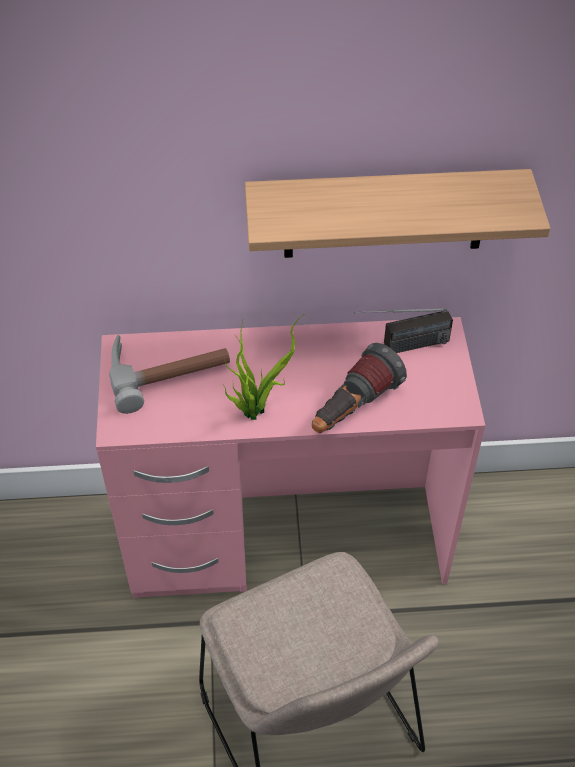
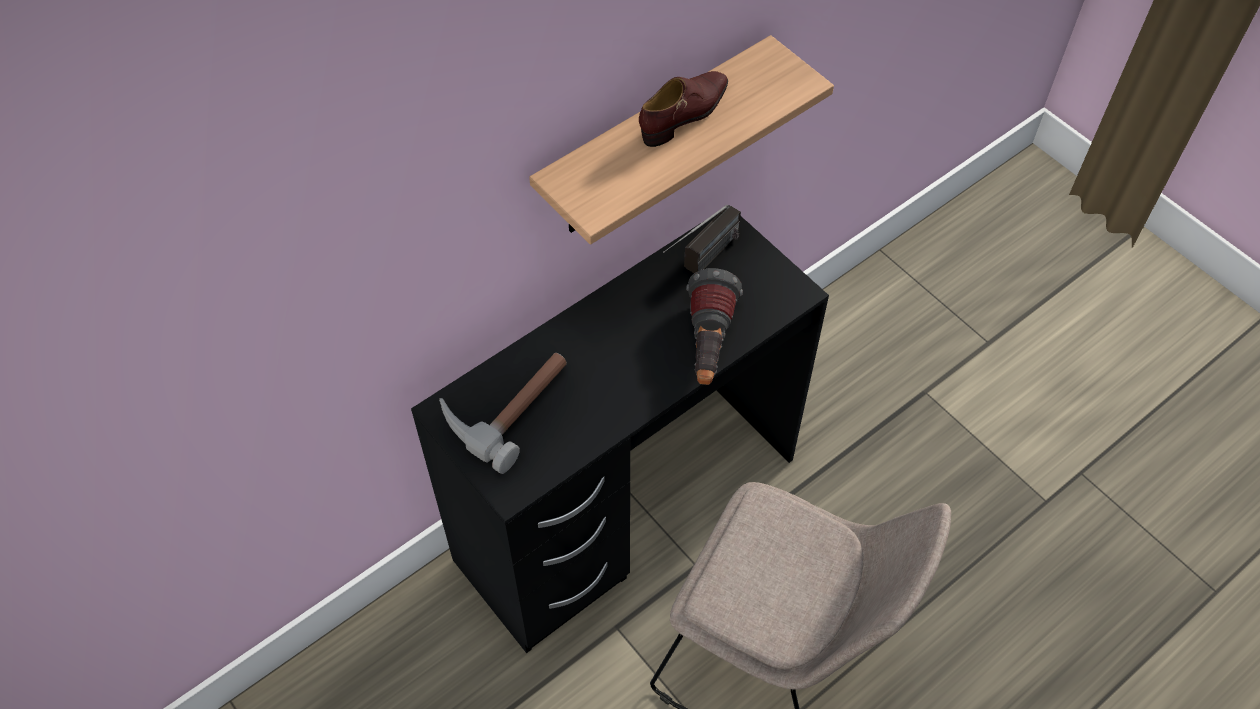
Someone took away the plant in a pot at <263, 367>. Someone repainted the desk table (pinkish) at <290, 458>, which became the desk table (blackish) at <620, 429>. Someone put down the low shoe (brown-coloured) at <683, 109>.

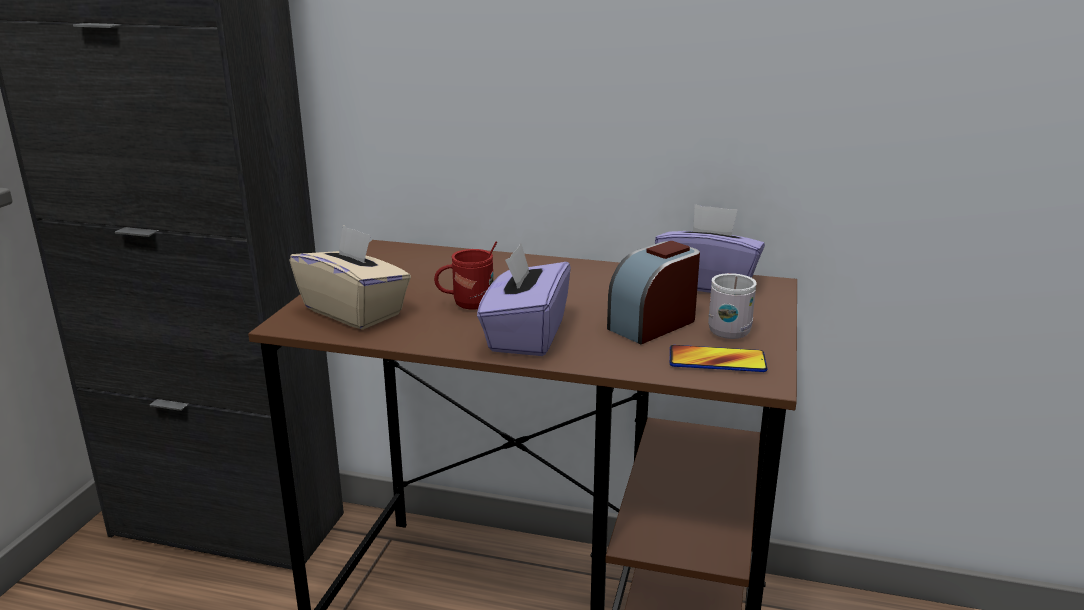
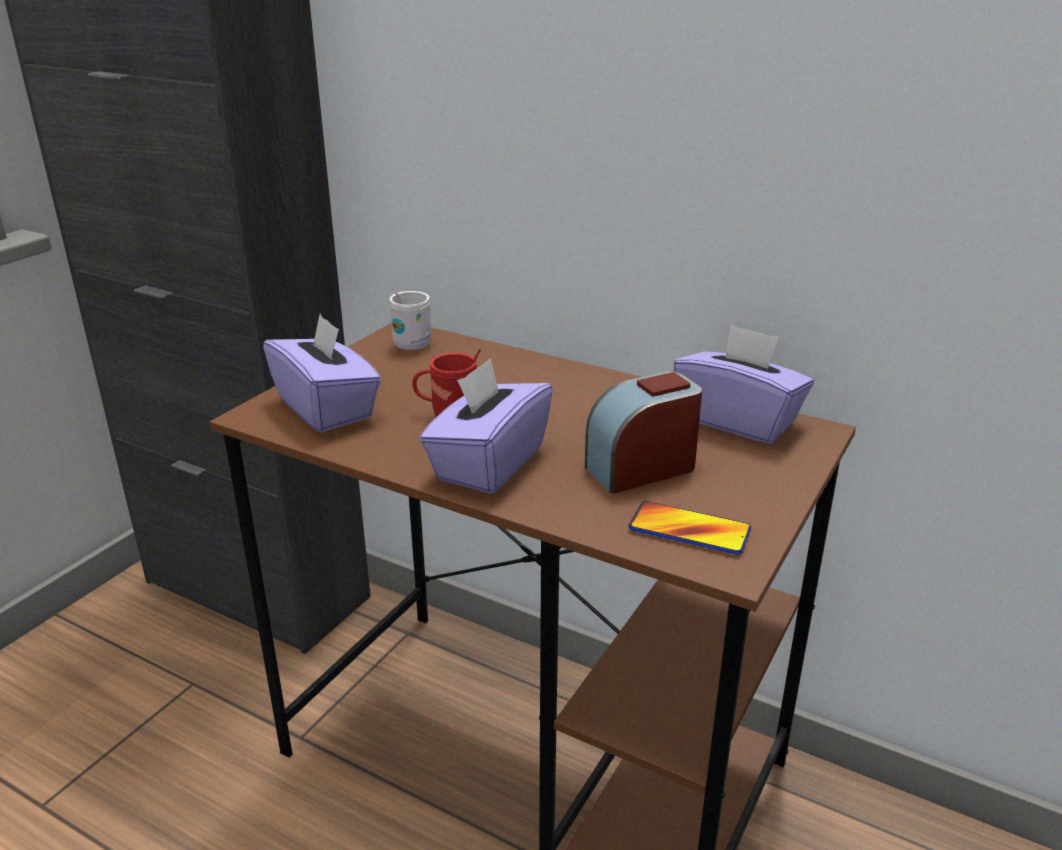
Someone repainted the box of tissues (beige-coloured) at <350, 277>, which became the box of tissues (purple) at <322, 373>. Someone carried the coffee mug (whitish) from <732, 306> to <410, 320>.

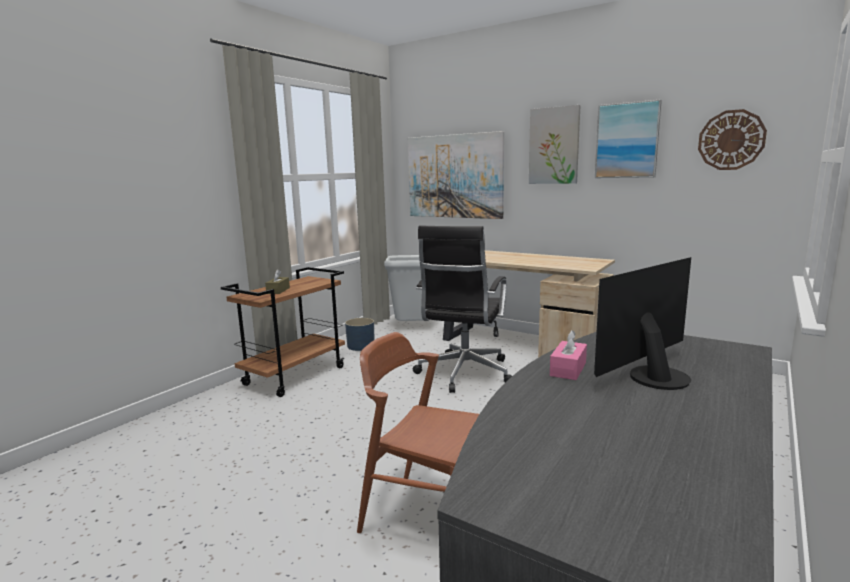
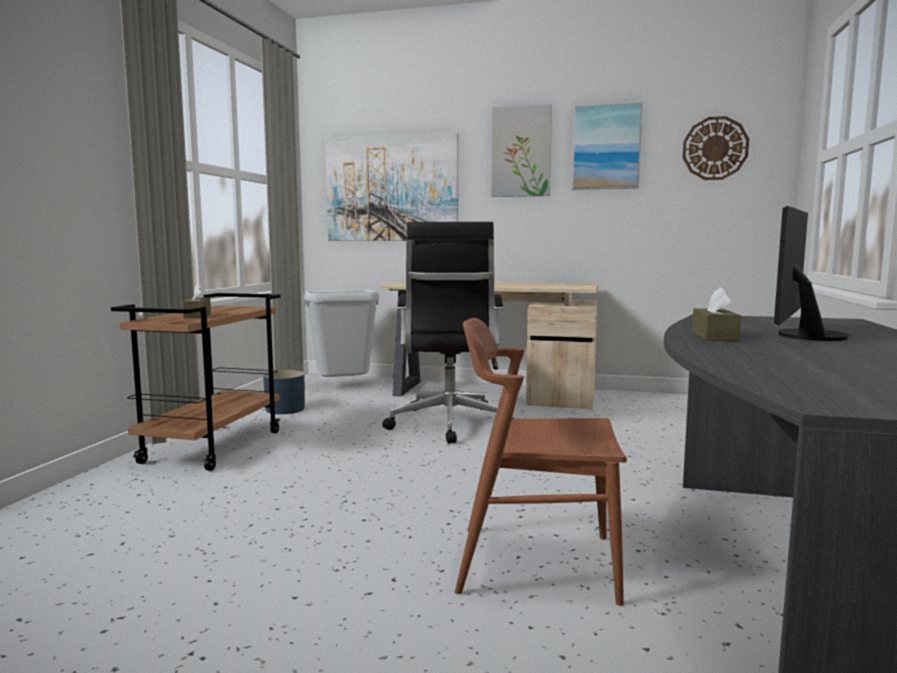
Someone repainted the box of tissues (pinkish) at <568, 355>, which became the box of tissues (brown-coloured) at <716, 314>.

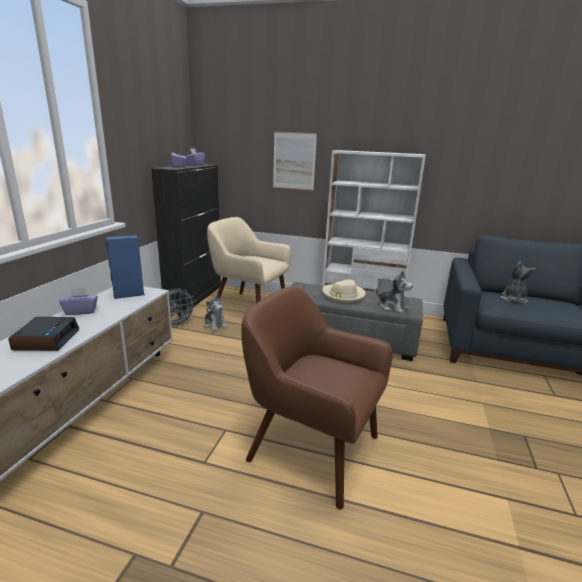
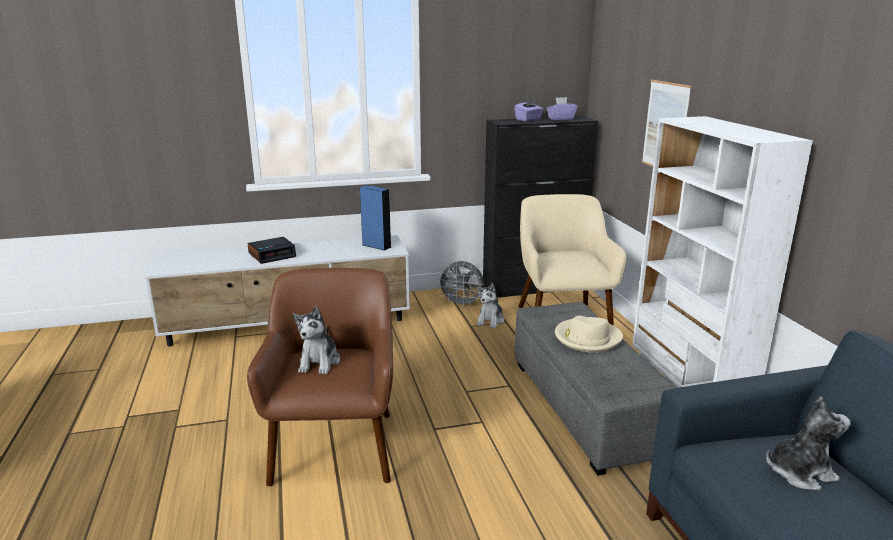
Someone carried the soft toy from <394, 292> to <316, 340>. Someone took away the box of tissues (purple) at <78, 301>.

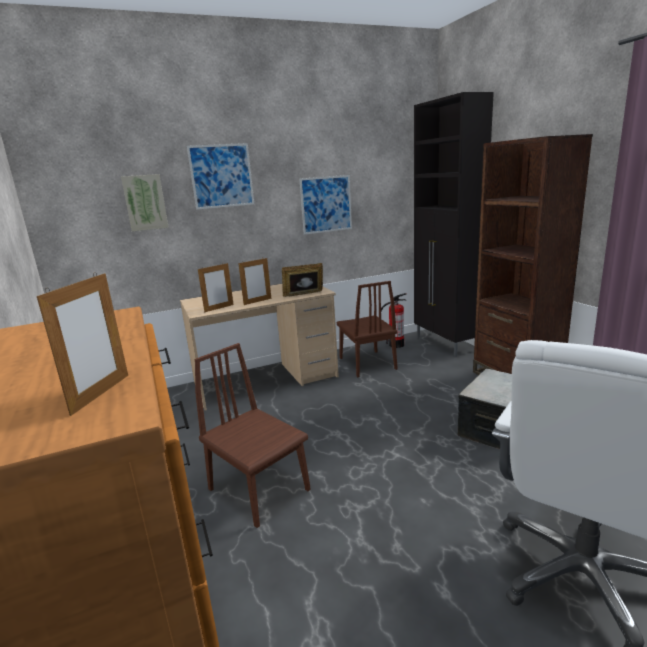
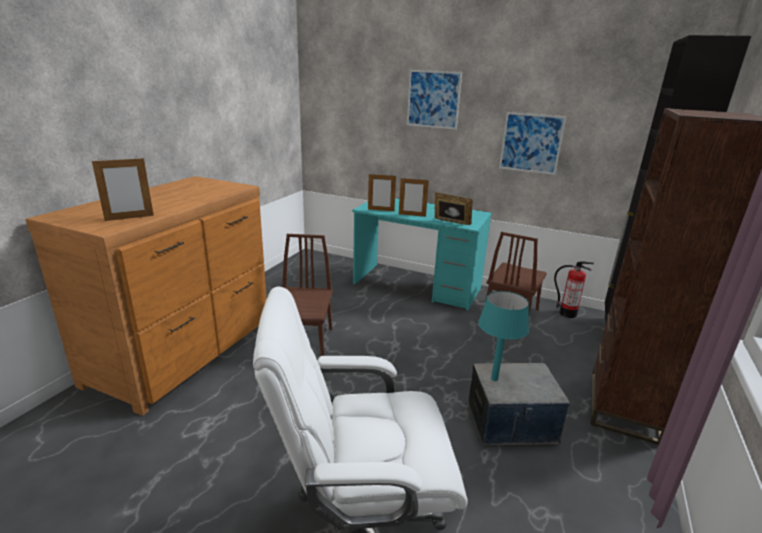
Someone took away the picture at <145, 203>. Someone repainted the desk table (beige-coloured) at <259, 347>, which became the desk table (turquoise-coloured) at <422, 254>. Someone put down the table lamp (turquoise-coloured) at <503, 336>.

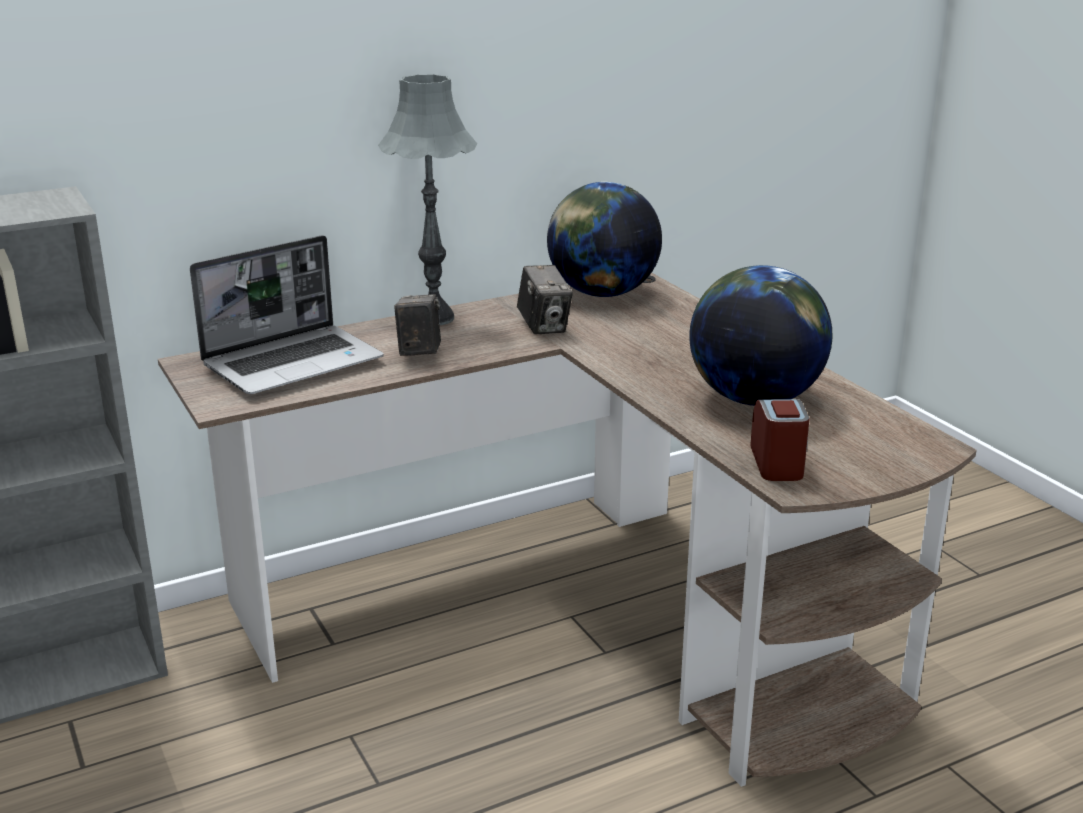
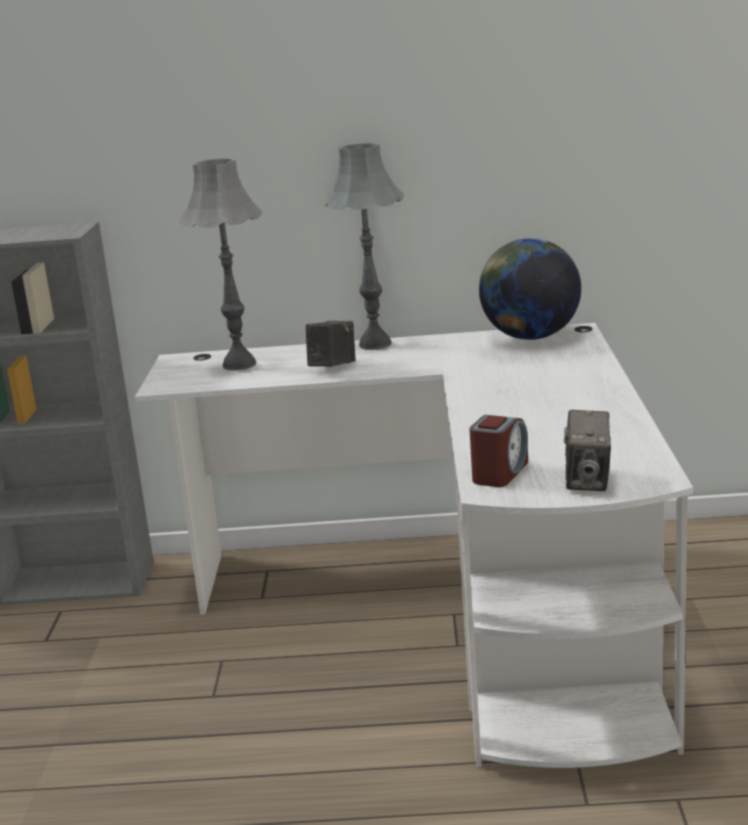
Someone swapped the notebook computer at <287, 314> for the table lamp (grey) at <221, 265>. Someone carried the still camera from <545, 299> to <587, 450>. Someone took away the desk globe at <761, 335>. Someone repainted the desk table (brown-coloured) at <567, 530>, which became the desk table (whitish) at <414, 545>.

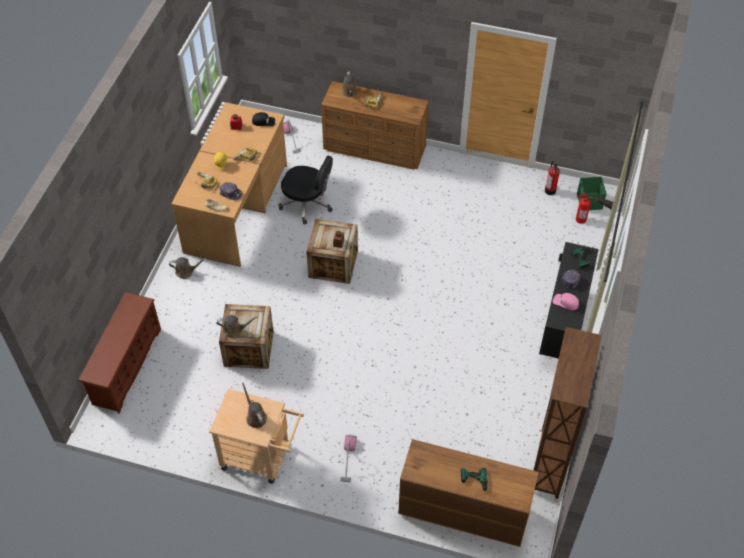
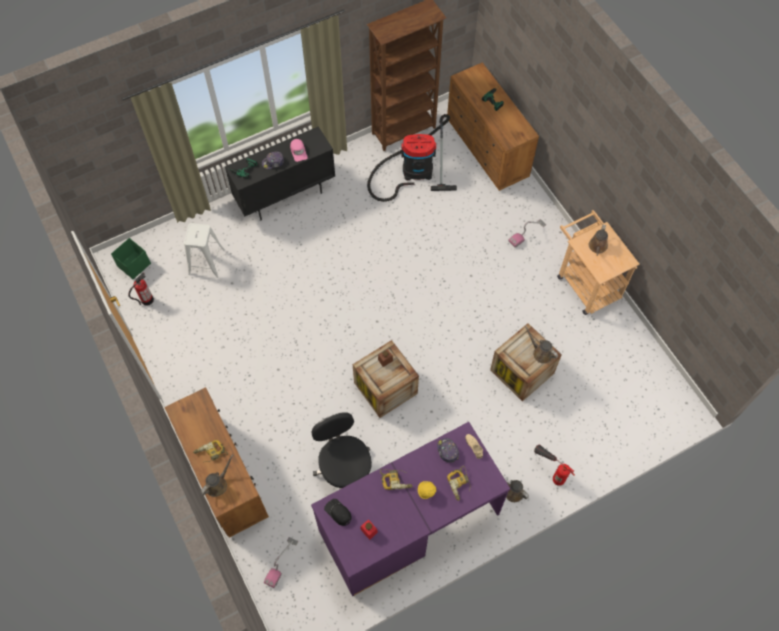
Someone repainted the desk table (brown-coloured) at <229, 184>, which became the desk table (purple) at <410, 509>. Someone carried the fire-fighting cylinder from <594, 208> to <554, 465>. Someone took away the shoe rack (brown-coloured) at <119, 353>. Someone put down the vacuum at <412, 158>. Someone put down the stool (whitish) at <204, 250>.

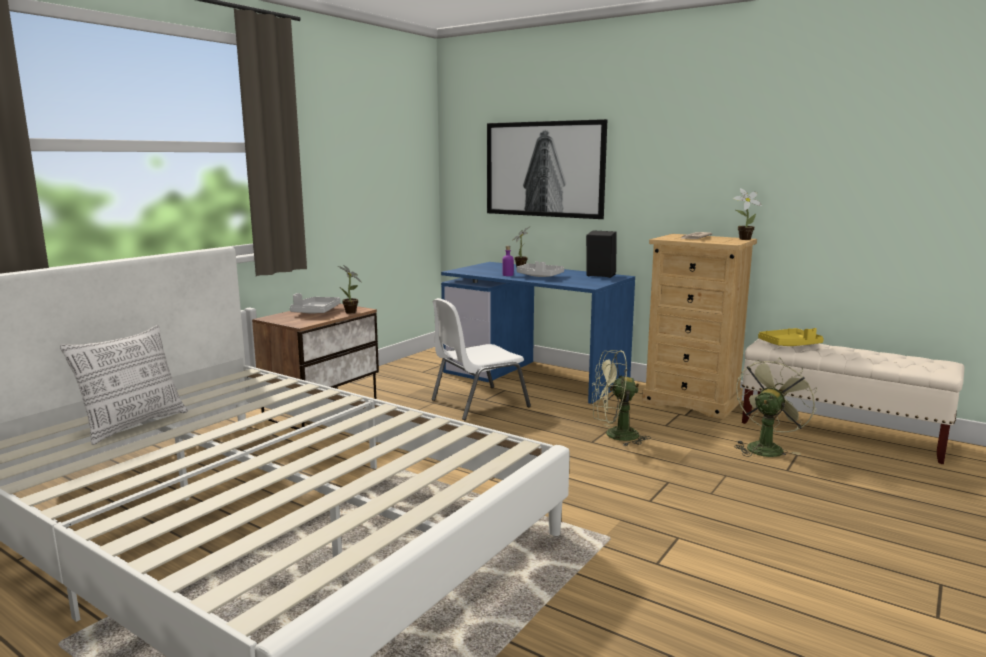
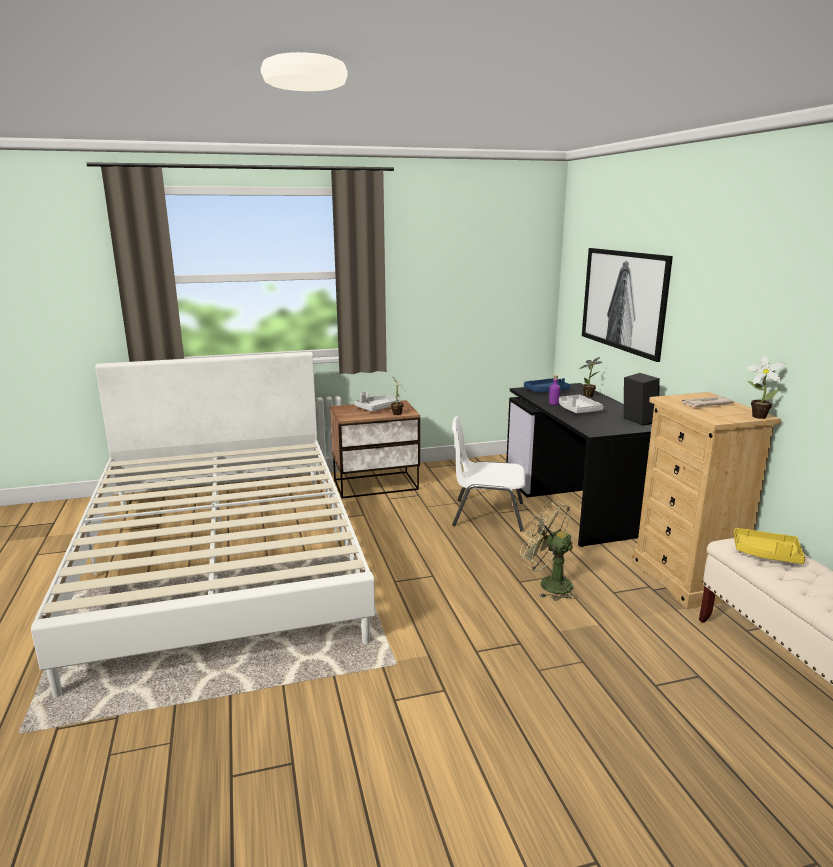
Someone repainted the desk table (blue-coloured) at <538, 333>, which became the desk table (blackish) at <579, 465>. Someone took away the cushion at <124, 385>. Someone took away the fan (green-coloured) at <775, 407>. Someone put down the tray (blue-coloured) at <547, 385>.

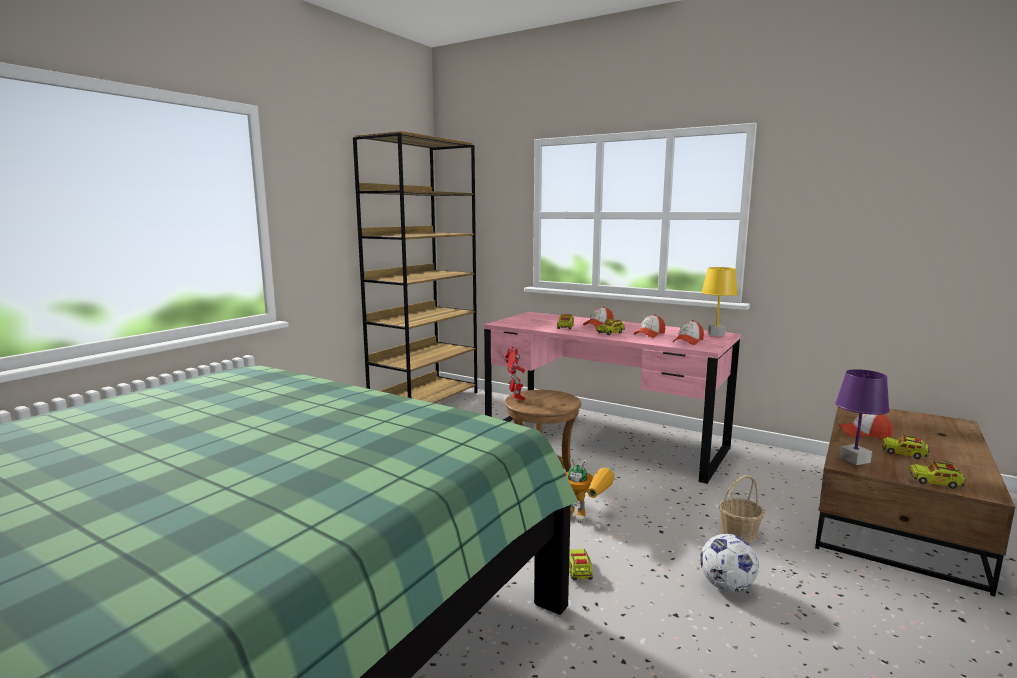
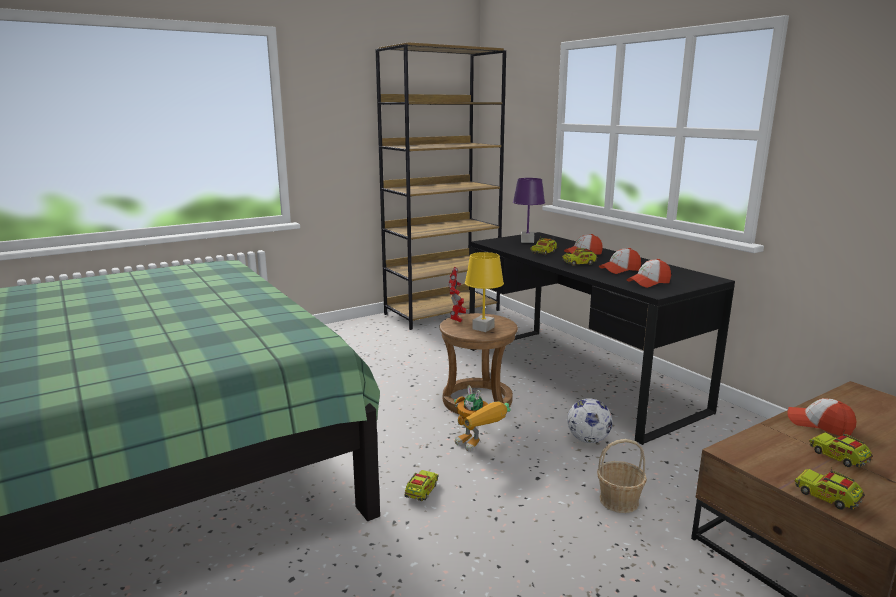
Someone carried the table lamp (yellow-coloured) from <720, 301> to <484, 292>. Someone repainted the desk table (pinkish) at <612, 398>, which became the desk table (blackish) at <602, 338>. Someone carried the table lamp (purple) from <862, 417> to <529, 210>. Someone carried the ball for football from <729, 563> to <589, 421>.

